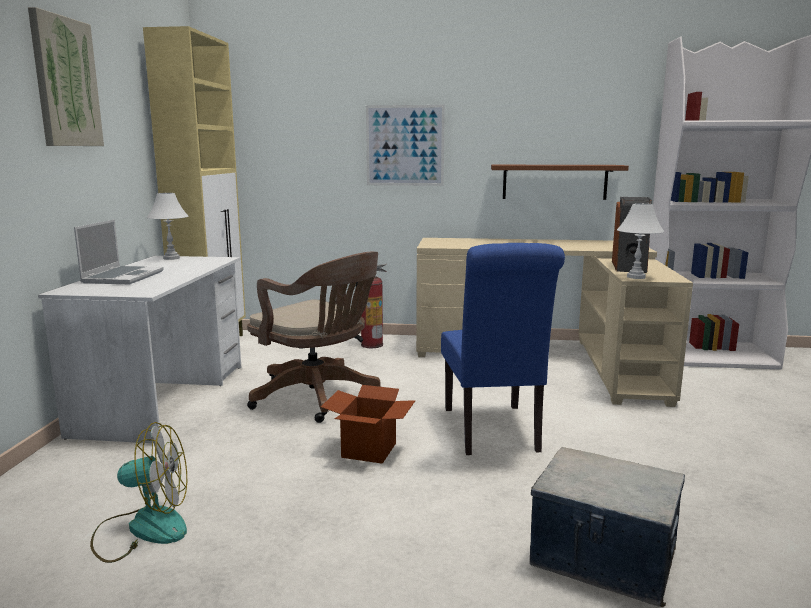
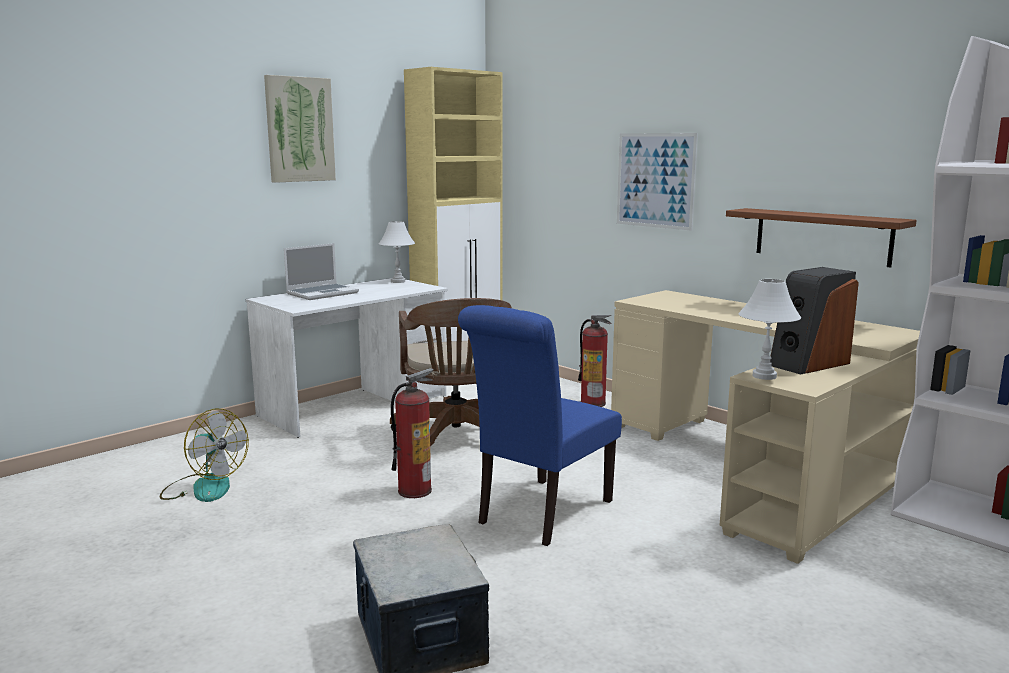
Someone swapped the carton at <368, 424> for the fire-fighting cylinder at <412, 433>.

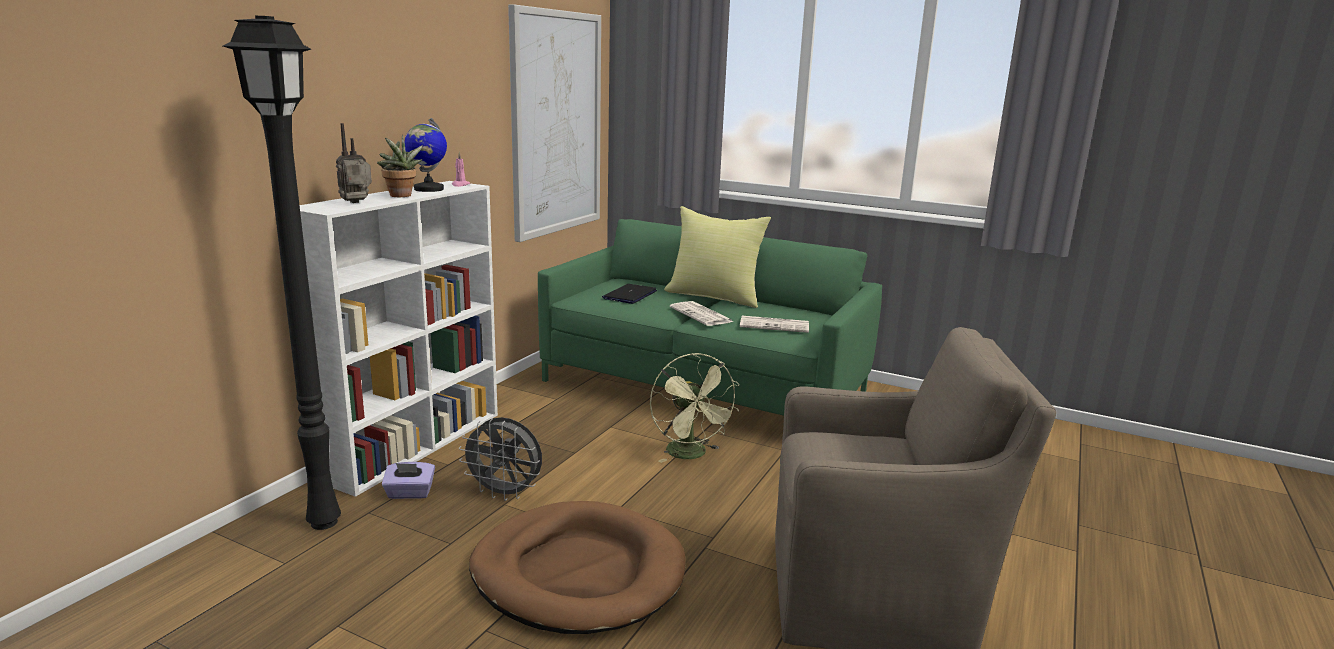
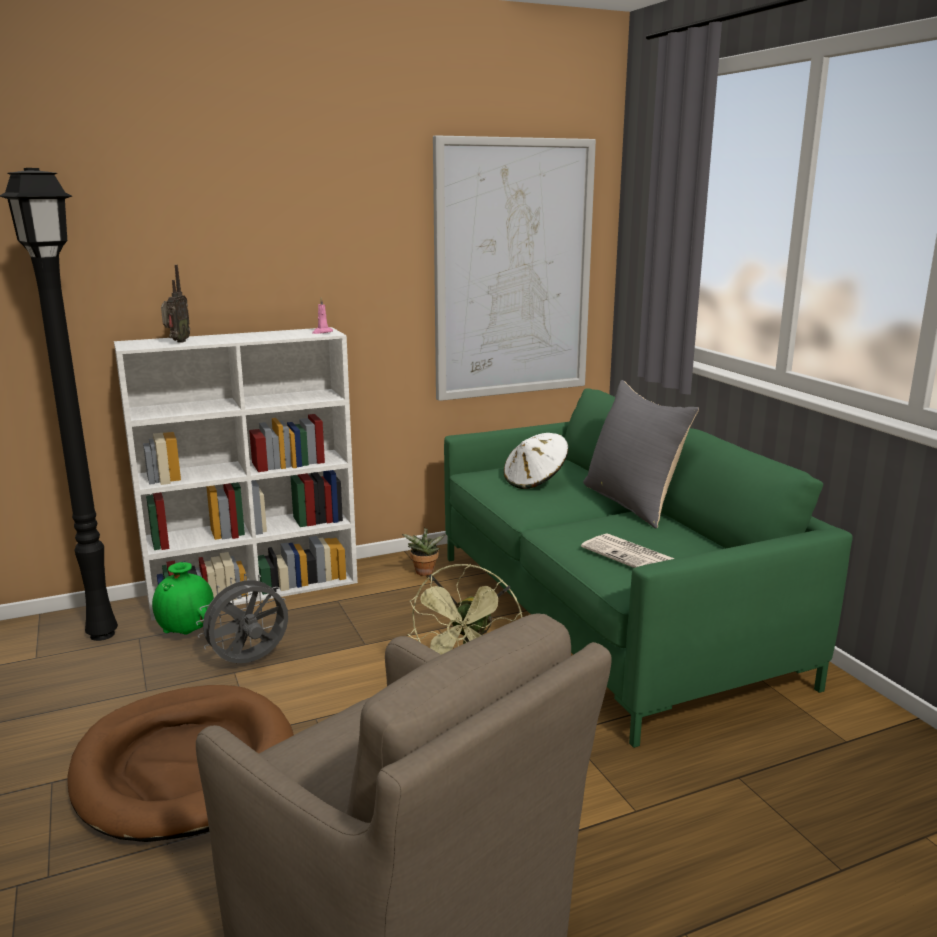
Someone took away the desk globe at <425, 155>. Someone rotated the radio set at <354, 163> by 105 degrees clockwise. Someone carried the plant in a pot from <400, 166> to <424, 551>. Someone repainted the cushion (yellow-coloured) at <717, 257>, which became the cushion (grey) at <641, 454>. Someone swapped the notebook computer at <629, 294> for the clothing hat (whitish) at <536, 461>. Someone took away the newspaper at <702, 313>. Someone rotated the fan (grey) at <500, 459> by 90 degrees clockwise. Someone swapped the box of tissues (purple) at <408, 480> for the flower vase (green-coloured) at <183, 598>.

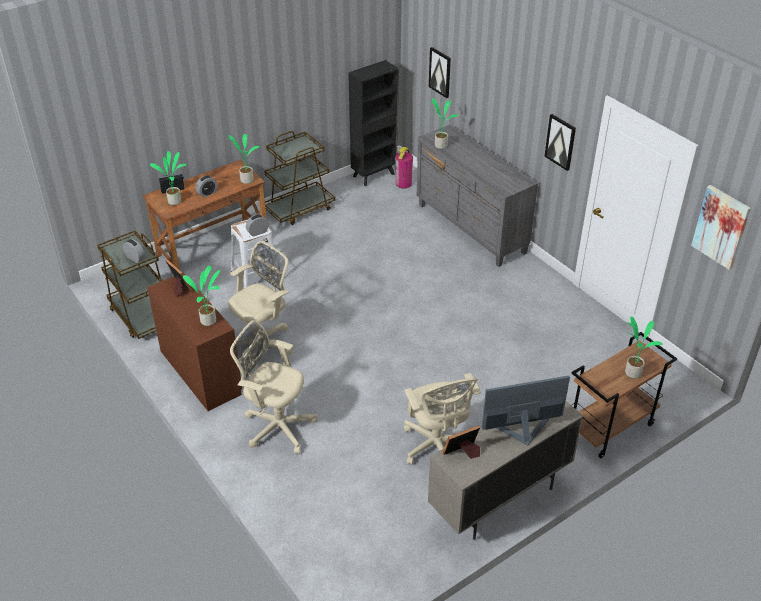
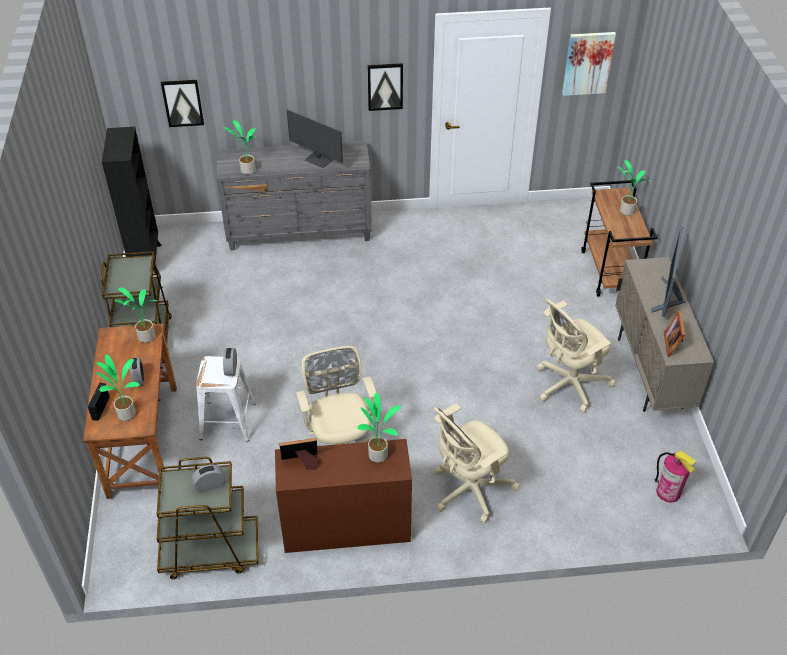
Someone carried the fire-fighting cylinder from <404, 168> to <675, 476>. Someone rotated the computer chair (beige-coloured) at <442, 419> by 135 degrees clockwise. Someone put down the monitor at <315, 139>.

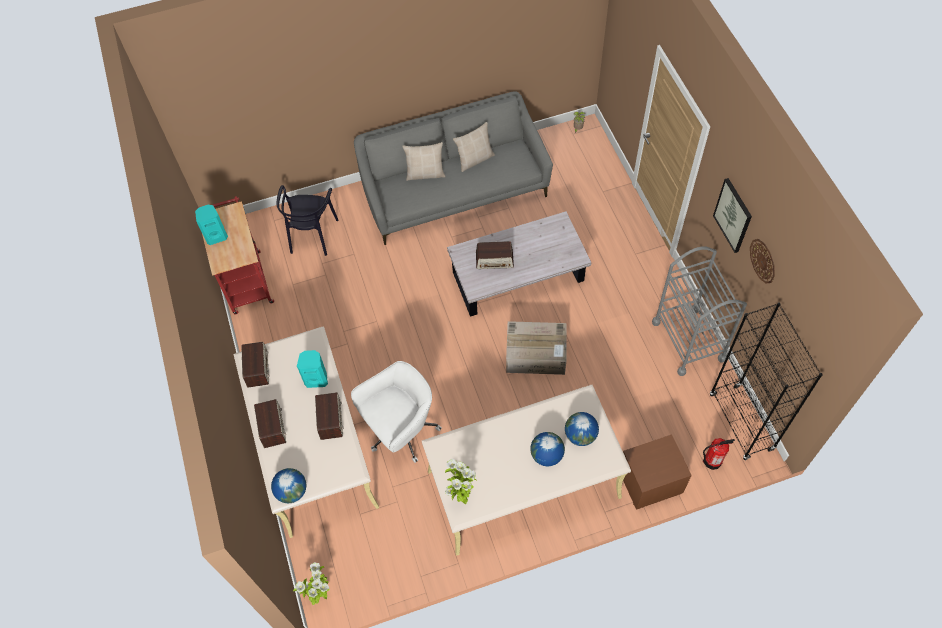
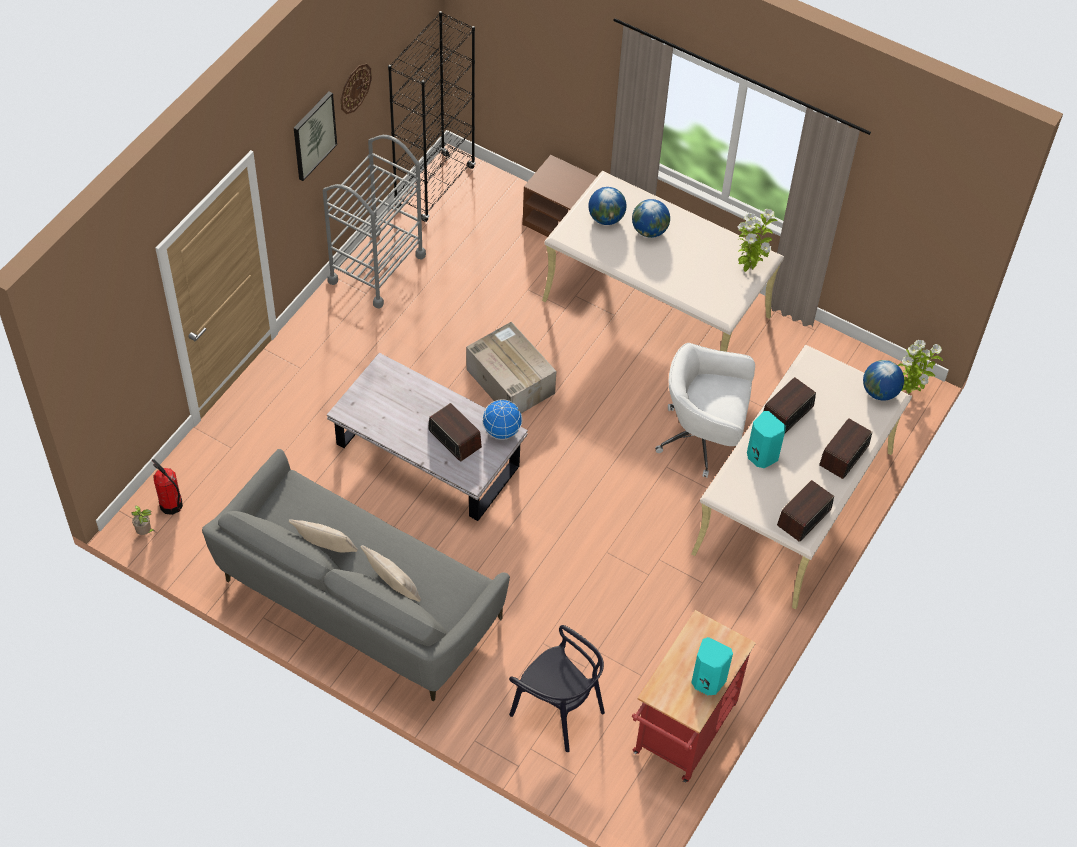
Someone rotated the upright chair (blackish) at <308, 220> by 75 degrees clockwise. Someone carried the fire-fighting cylinder from <719, 454> to <167, 487>. Someone put down the desk globe at <502, 419>.

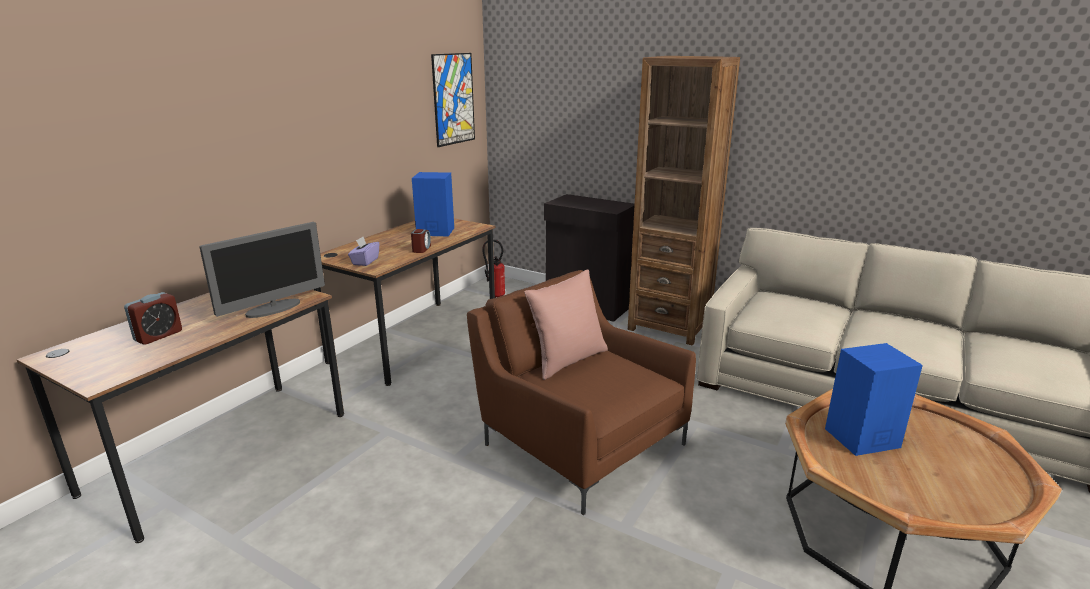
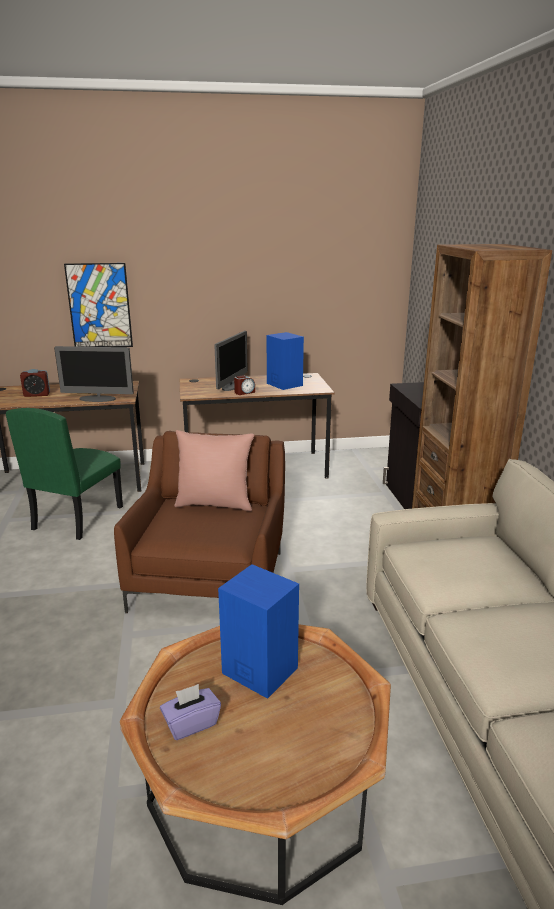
Someone carried the picture from <453, 100> to <98, 305>. Someone carried the box of tissues (purple) from <363, 251> to <190, 712>. Someone took away the fire-fighting cylinder at <493, 269>. Someone put down the monitor at <231, 361>. Someone put down the upright chair (green-coloured) at <64, 474>.

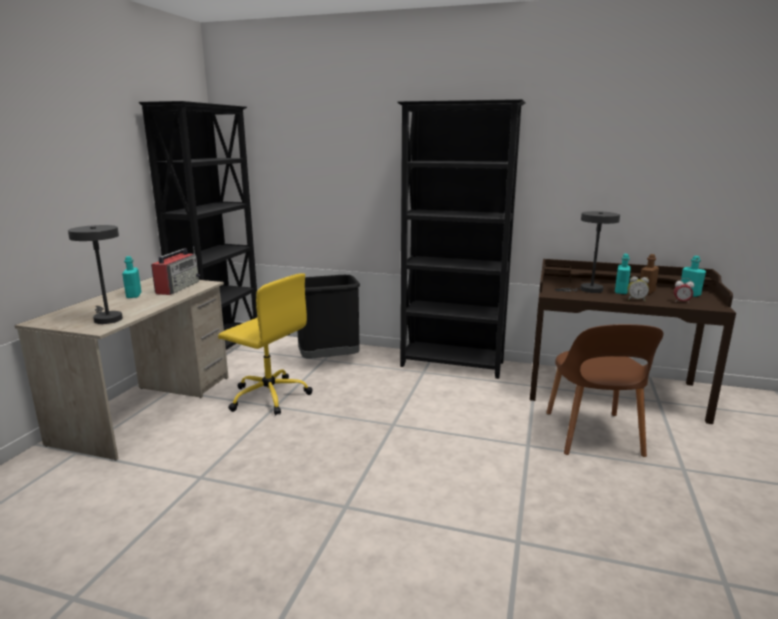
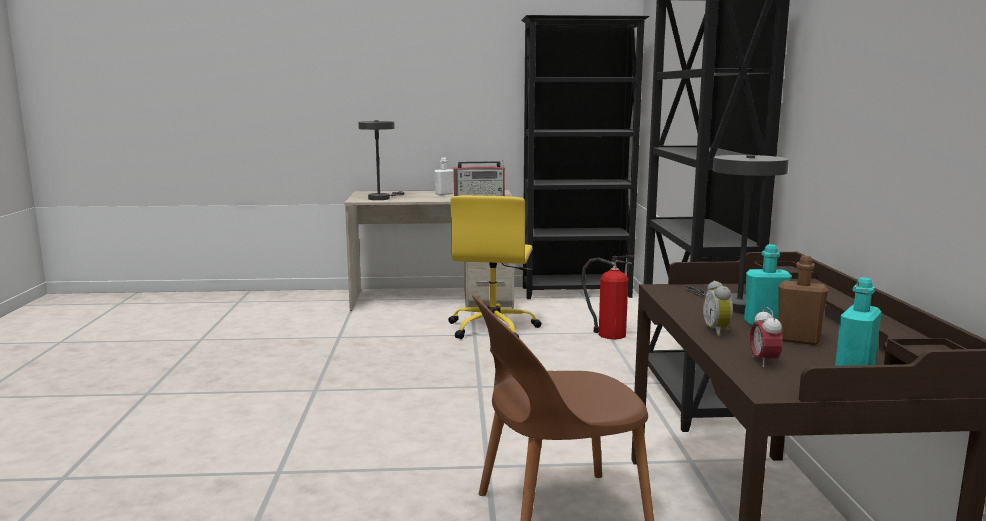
Someone repainted the drink bottle (turquoise-coloured) at <131, 277>, which became the drink bottle (whitish) at <443, 176>. Someone swapped the trash can (blackish) at <328, 317> for the fire-fighting cylinder at <607, 297>.

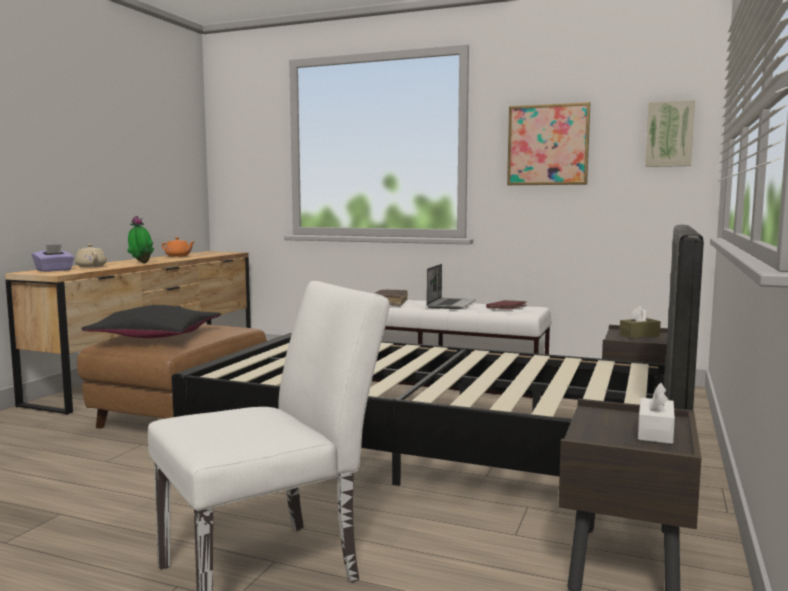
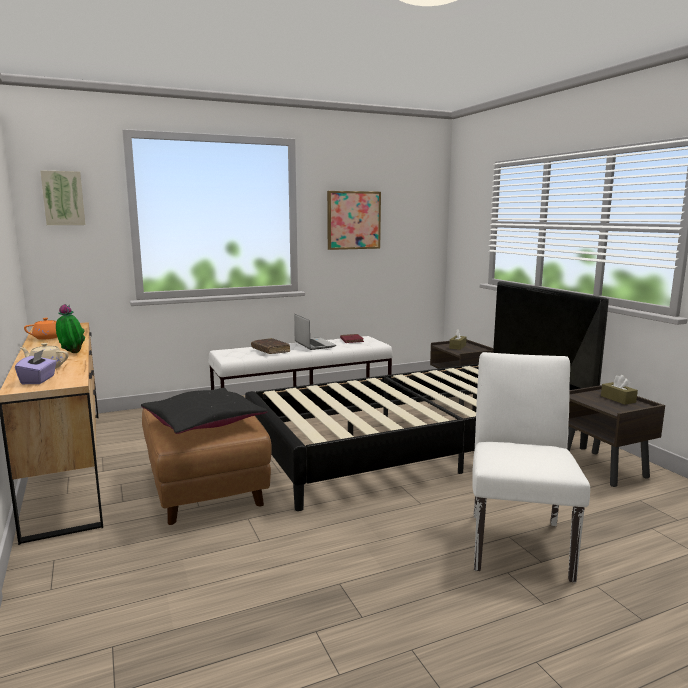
Someone carried the picture from <670, 133> to <63, 197>. Someone repainted the box of tissues (whitish) at <656, 413>, which became the box of tissues (brown-coloured) at <619, 390>.

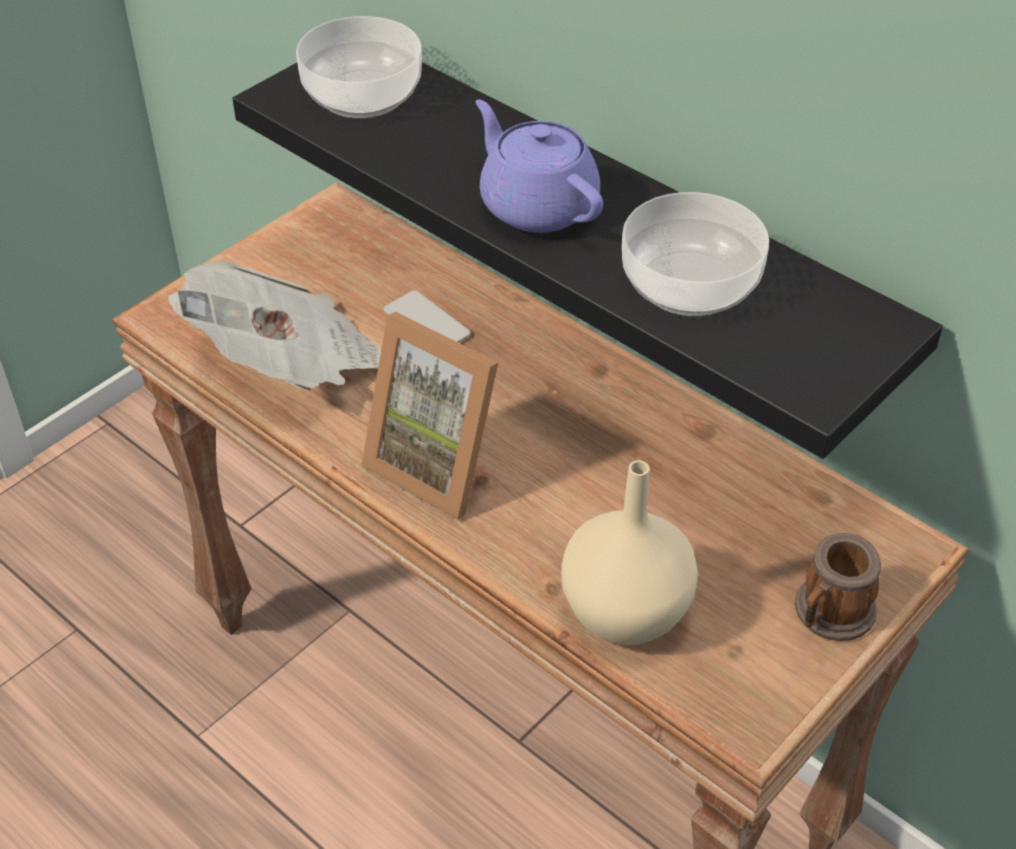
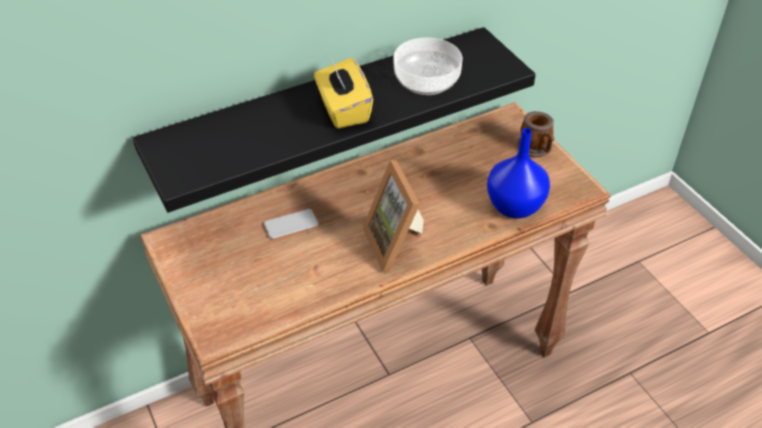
Someone took away the bowl at <359, 67>. Someone swapped the pot for tea (purple) at <539, 166> for the box of tissues (yellow-coloured) at <343, 93>. Someone took away the newspaper at <274, 325>. Someone rotated the photo frame at <429, 416> by 105 degrees clockwise. Someone repainted the flower vase (beige-coloured) at <629, 552>, which became the flower vase (blue-coloured) at <518, 173>.

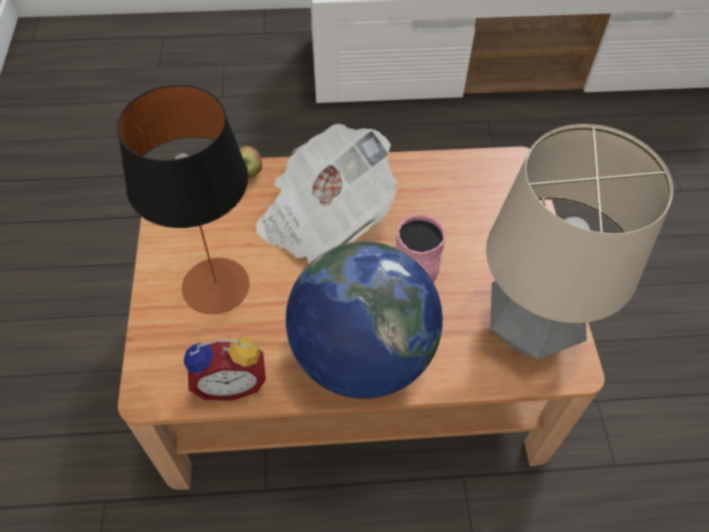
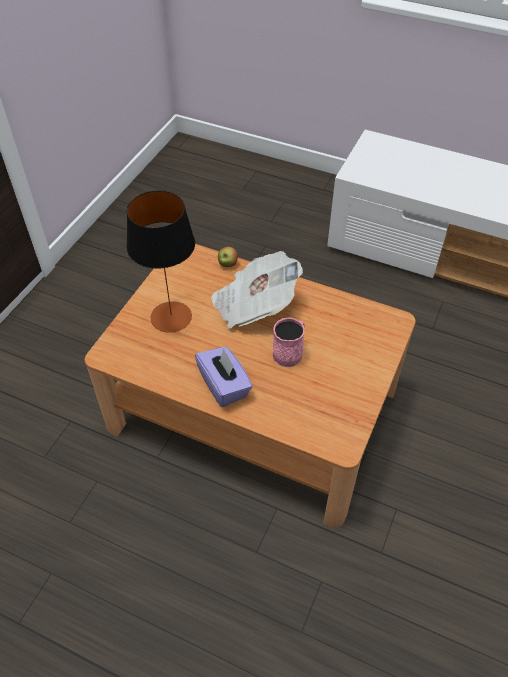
Someone took away the table lamp at <579, 241>. Someone swapped the desk globe at <364, 320> for the box of tissues (purple) at <224, 376>. Someone took away the alarm clock at <225, 369>.

